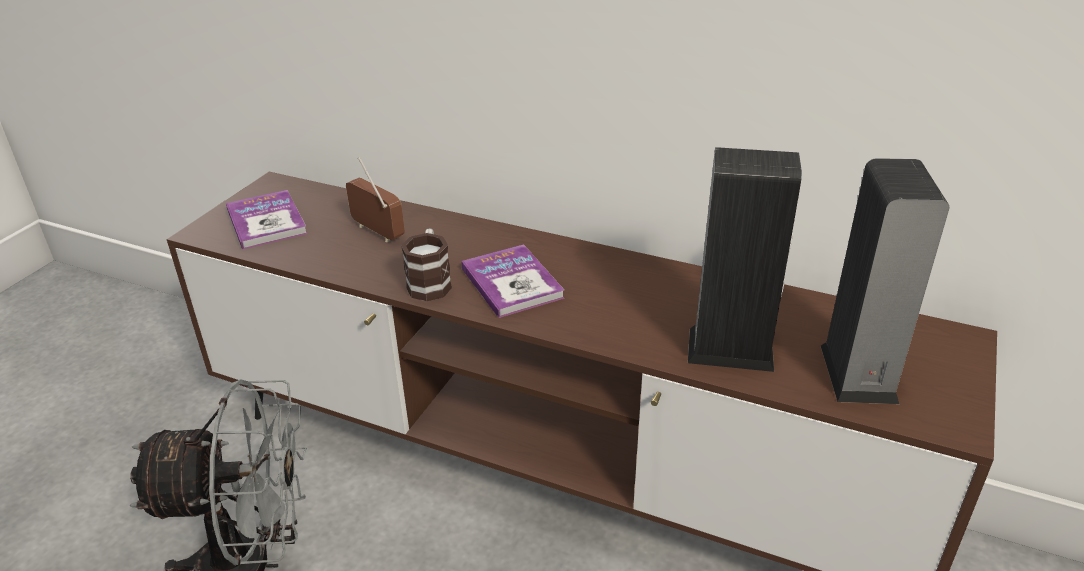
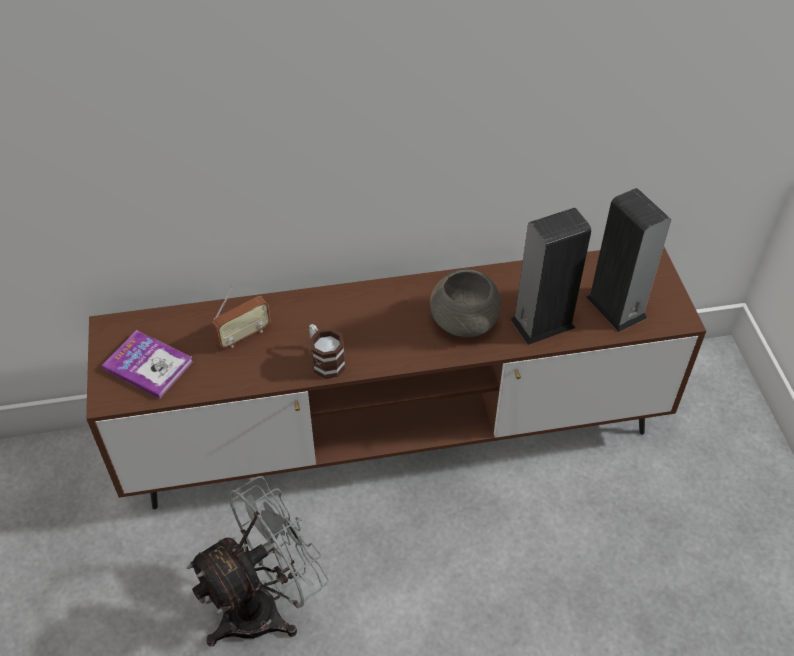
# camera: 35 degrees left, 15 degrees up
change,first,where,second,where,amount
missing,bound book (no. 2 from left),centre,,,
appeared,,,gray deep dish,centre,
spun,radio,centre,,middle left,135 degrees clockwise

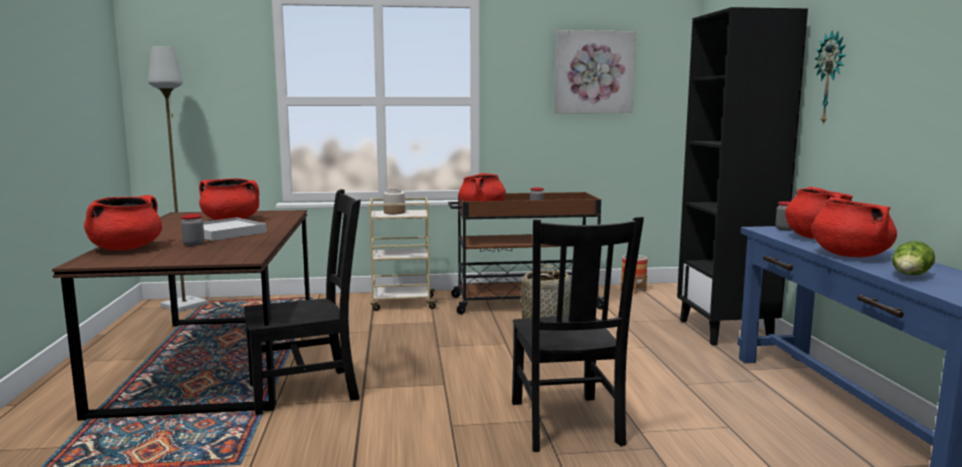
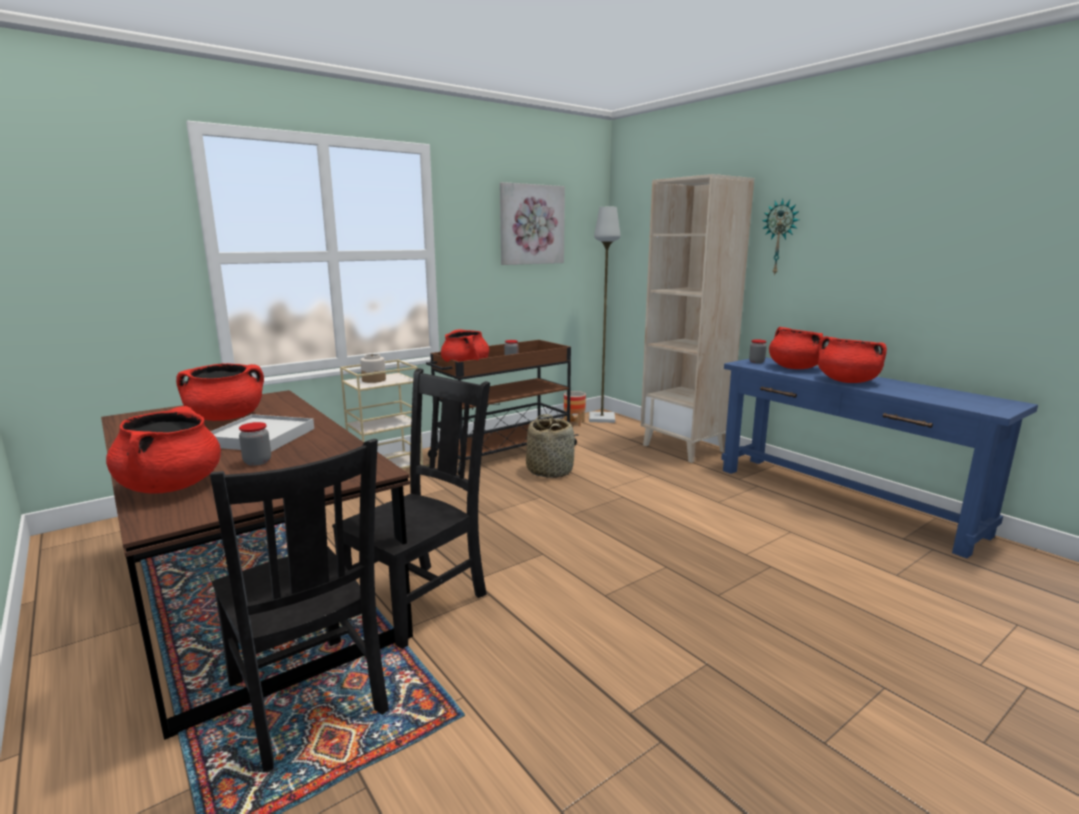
# camera: 30 degrees left, 5 degrees up
change,first,where,second,where,amount
missing,lettuce head,middle right,,,
relocated,gray floor lamp,middle left,,centre,
relocated,blackish chair (no. 2 from left in the first image),bottom centre,blackish chair (no. 1 from left),bottom left,
colour,blackish shelving unit,middle right,beige-coloured shelving unit,centre,

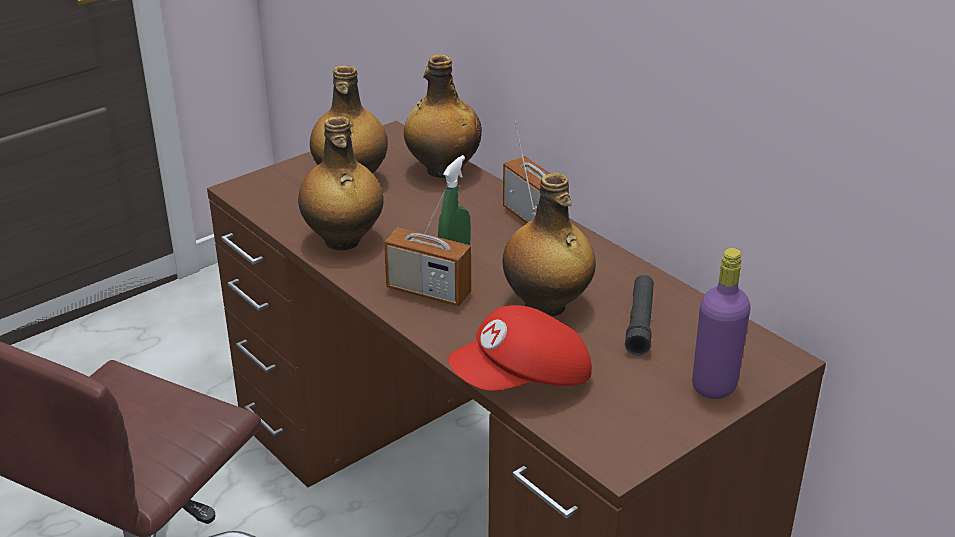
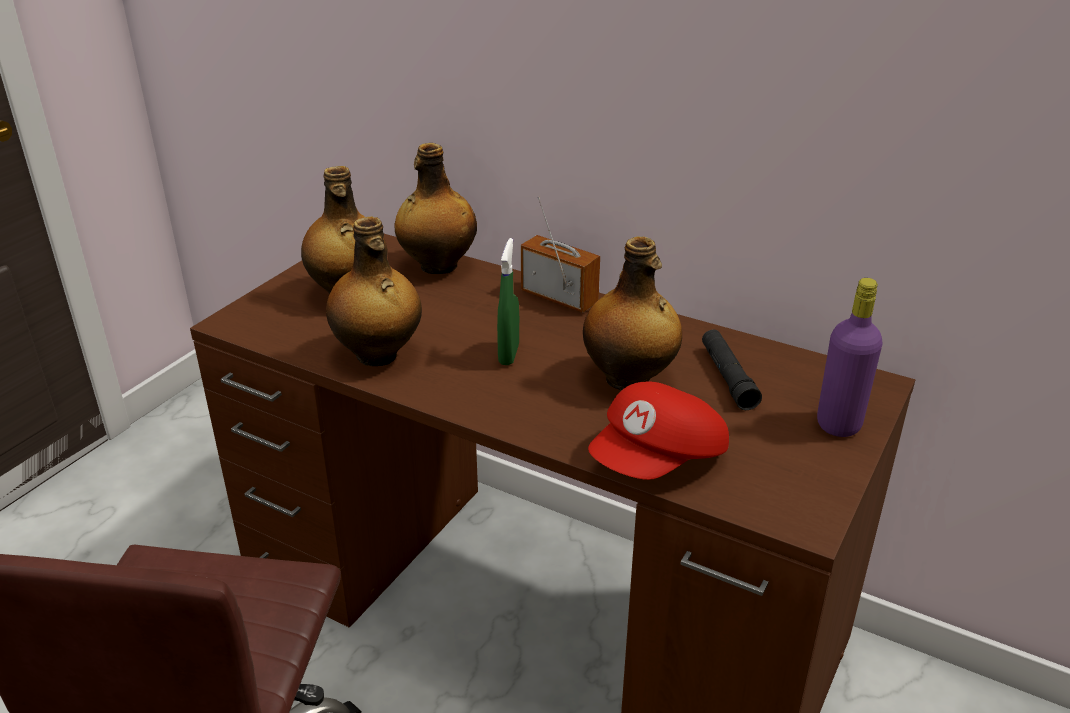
# camera: 20 degrees left, 0 degrees up
change,first,where,second,where,amount
missing,radio (no. 1 from left),centre,,,

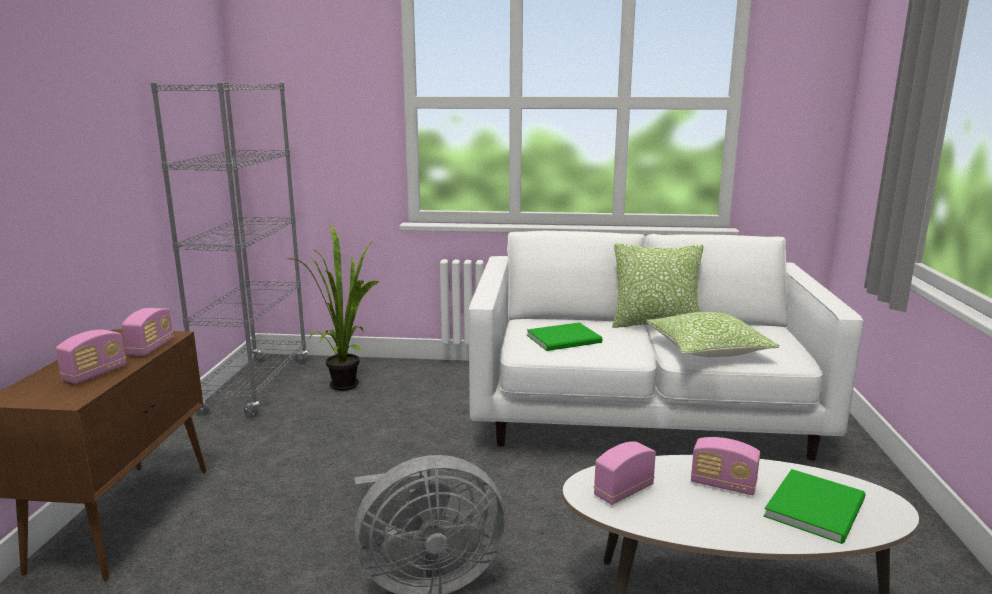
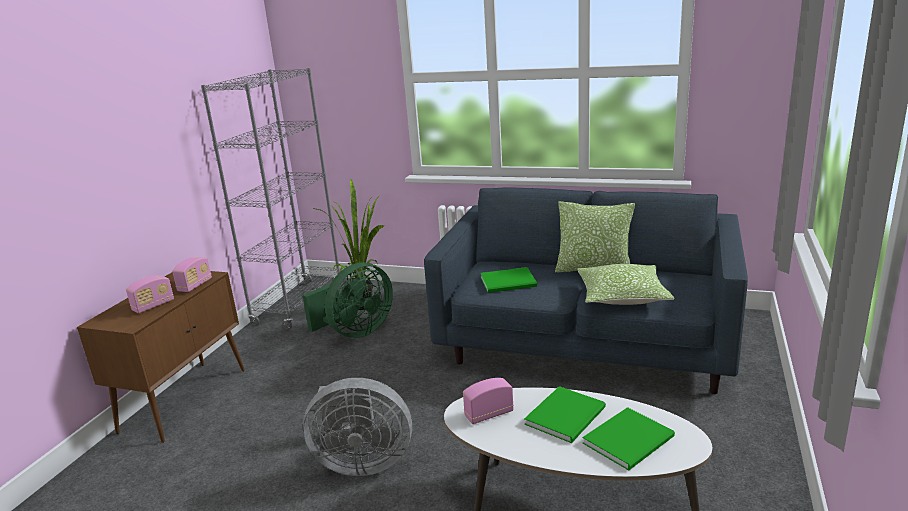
# camera: 15 degrees right, 5 degrees up
change,first,where,second,where,amount
appeared,,,green-coloured fan,centre,
exchanged,radio (no. 4 from left),bottom right,green-coloured bound book (no. 2 from left),bottom centre,
colour,white settee,middle right,bluish settee,centre,

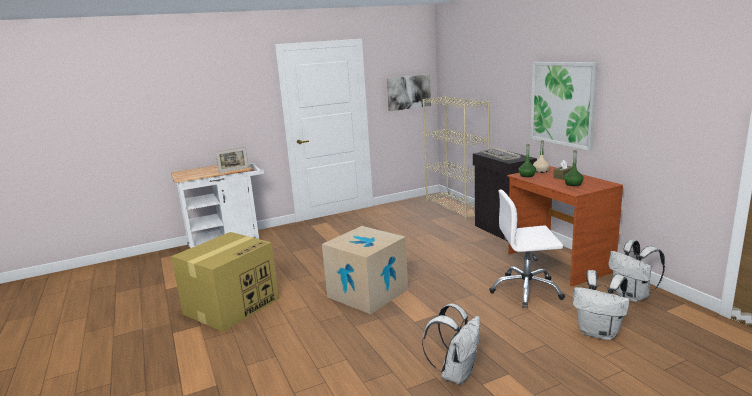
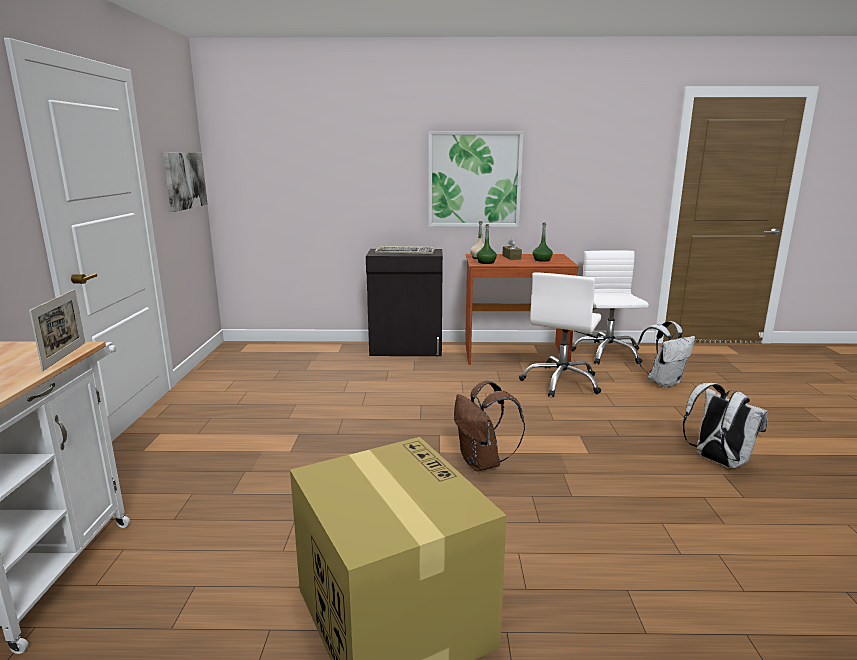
# camera: 65 degrees left, 0 degrees up
change,first,where,second,where,amount
missing,beige-coloured shelving unit,centre,,,
exchanged,carton (no. 2 from left),bottom centre,brown backpack,centre,
exchanged,white backpack (no. 3 from left),bottom right,white office chair (no. 2 from left),middle right,

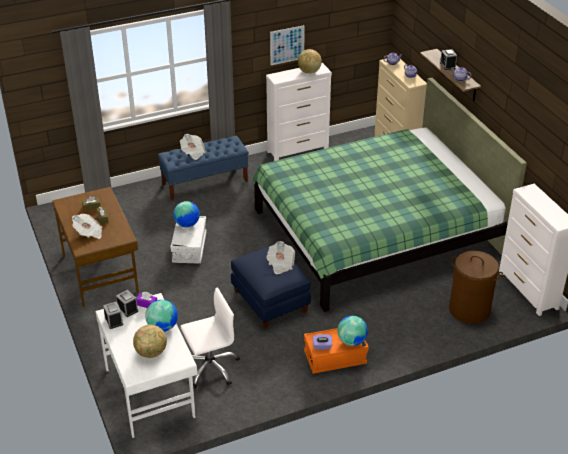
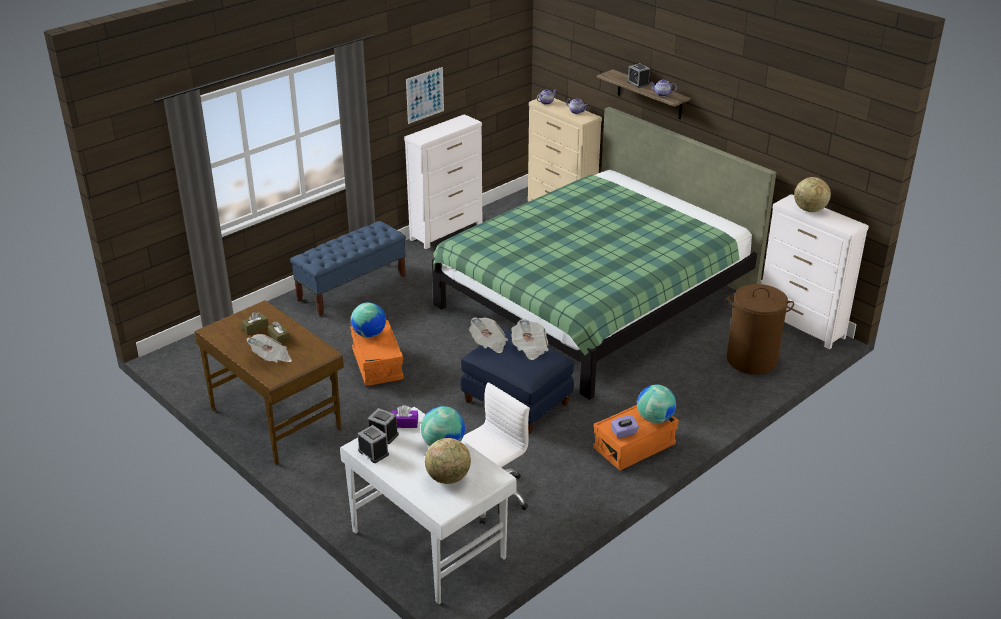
# camera: 20 degrees left, 5 degrees down
change,first,where,second,where,amount
relocated,daily paper (no. 2 from left),top centre,,centre,
relocated,desk globe (no. 4 from left in the first image),top centre,desk globe (no. 5 from left),top right,
colour,white storage bin,middle left,orange-coloured storage bin (no. 1 from left),centre,

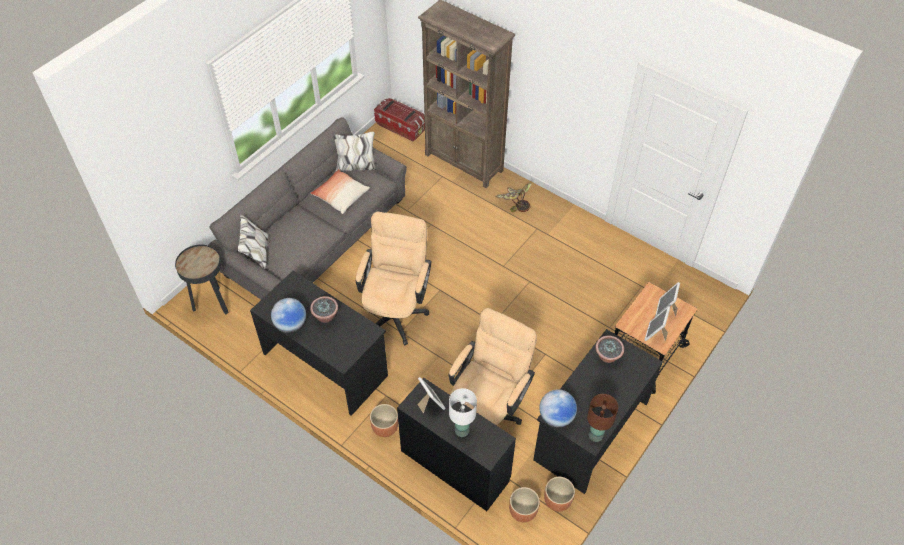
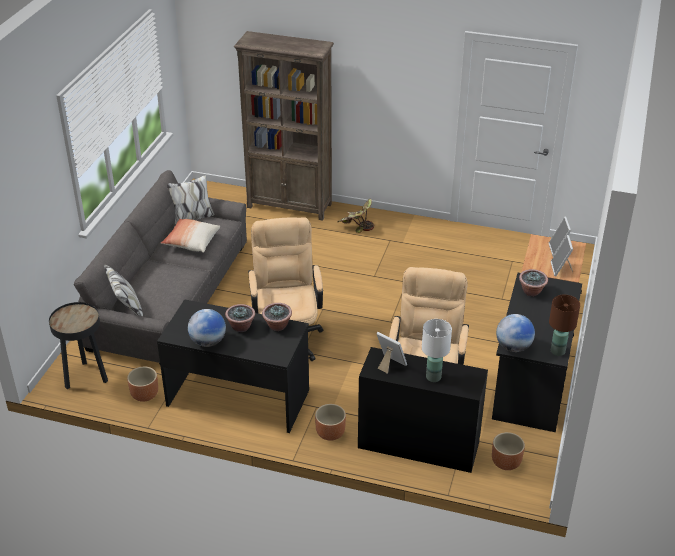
# camera: 20 degrees left, 15 degrees down
change,first,where,second,where,amount
missing,storage bin,top centre,,,
appeared,,,plant in a pot (no. 2 from left),centre,
relocated,brown planter (no. 3 from left in the first image),bottom centre,brown planter (no. 1 from left),bottom left,

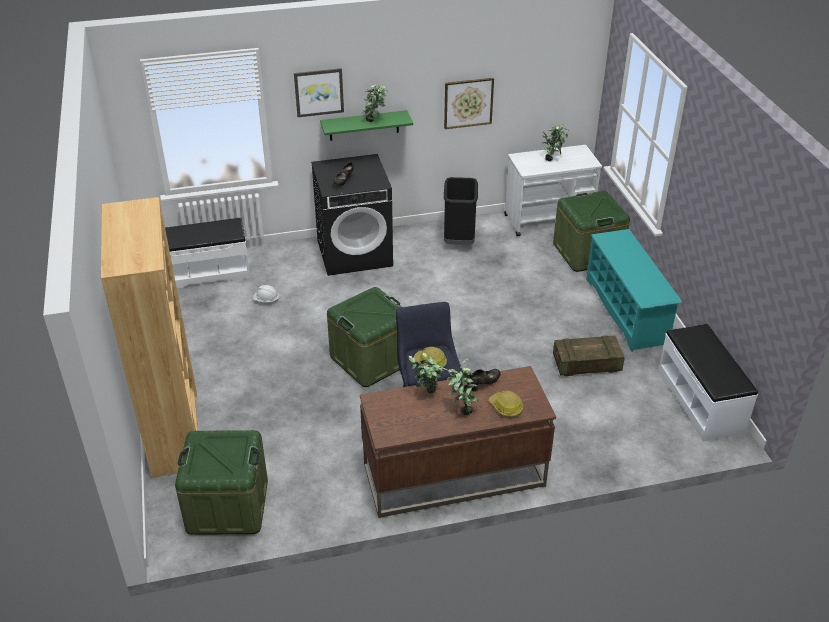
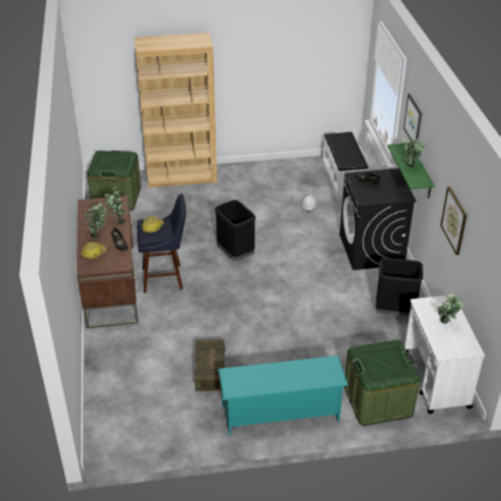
# camera: 95 degrees right, 0 degrees up
change,first,where,second,where,amount
missing,white indoor bench (no. 2 from left),middle right,,,
exchanged,green-coloured storage bin (no. 2 from left),centre,blackish trash can (no. 1 from left),centre,

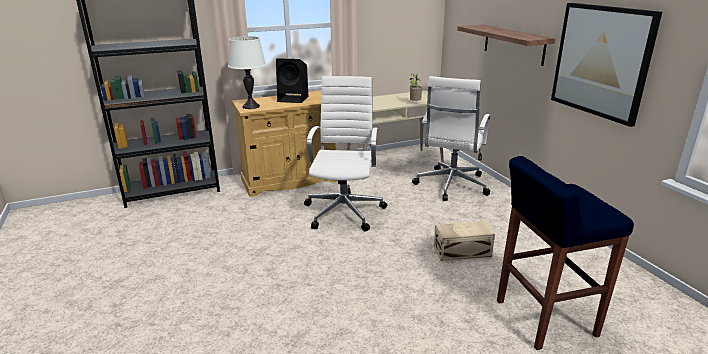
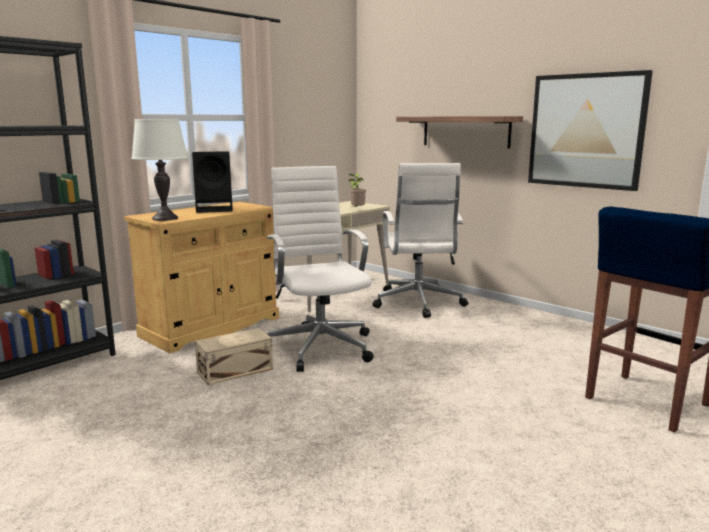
# camera: 25 degrees left, 10 degrees down
change,first,where,second,where,amount
relocated,beige-coloured storage bin,bottom centre,,bottom left,

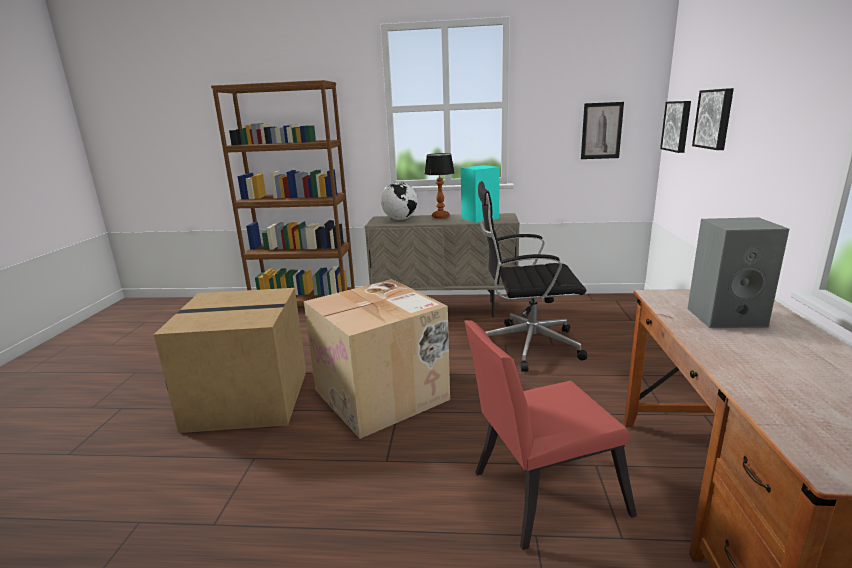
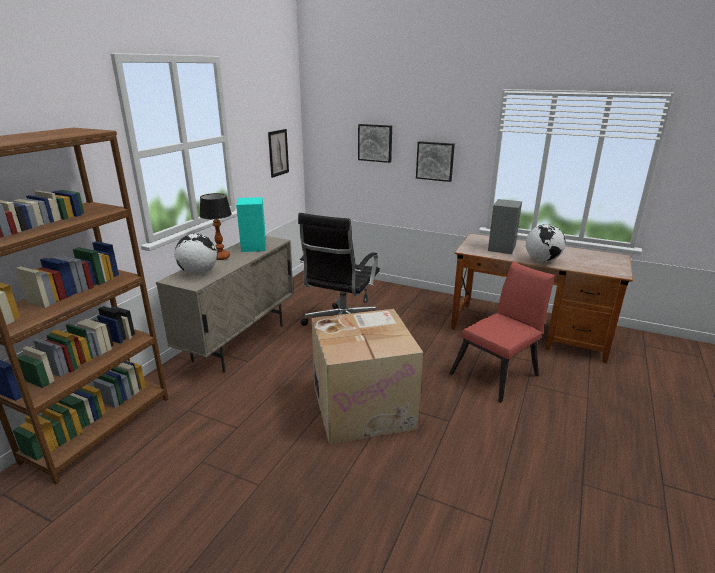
# camera: 70 degrees left, 5 degrees up
change,first,where,second,where,amount
missing,carton (no. 1 from left),middle left,,,
appeared,,,desk globe (no. 2 from left),middle right,
relocated,wall art (no. 2 from left in the first image),top right,wall art (no. 3 from left),top centre,
spun,red-coloured chair,bottom centre,,middle right,135 degrees counterclockwise

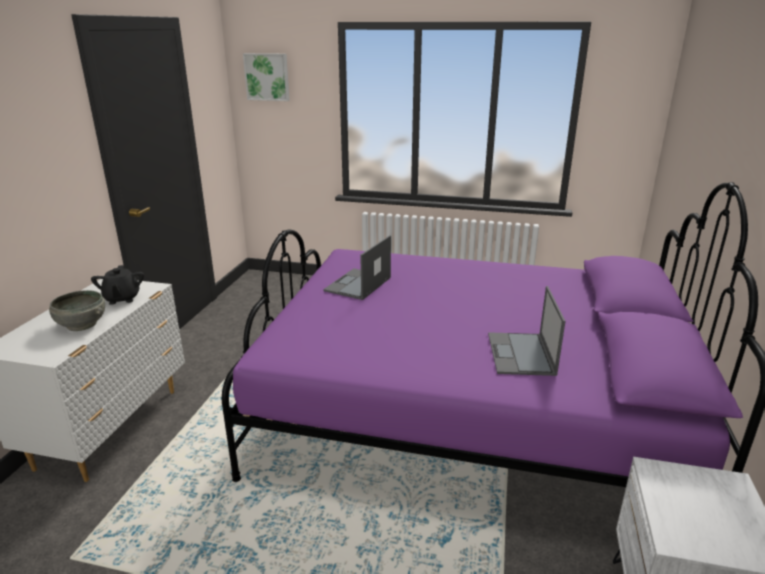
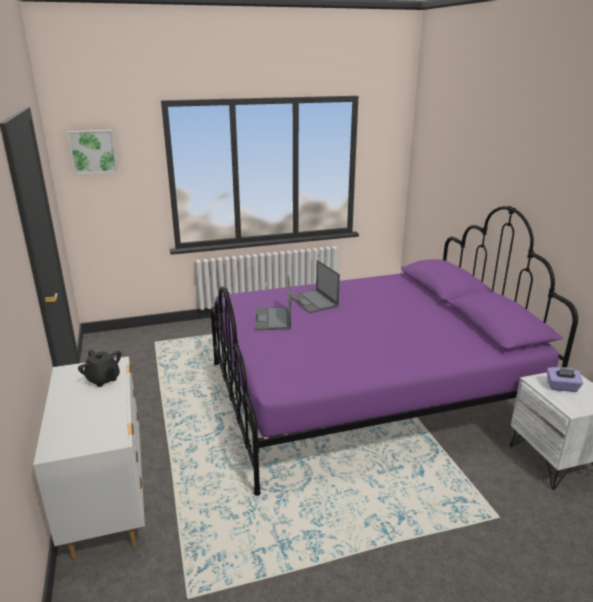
# camera: 30 degrees left, 0 degrees up
change,first,where,second,where,amount
missing,gray deep dish,middle left,,,
appeared,,,purplish tissue holder,middle right,
relocated,notebook computer (no. 2 from left),middle right,,centre,

